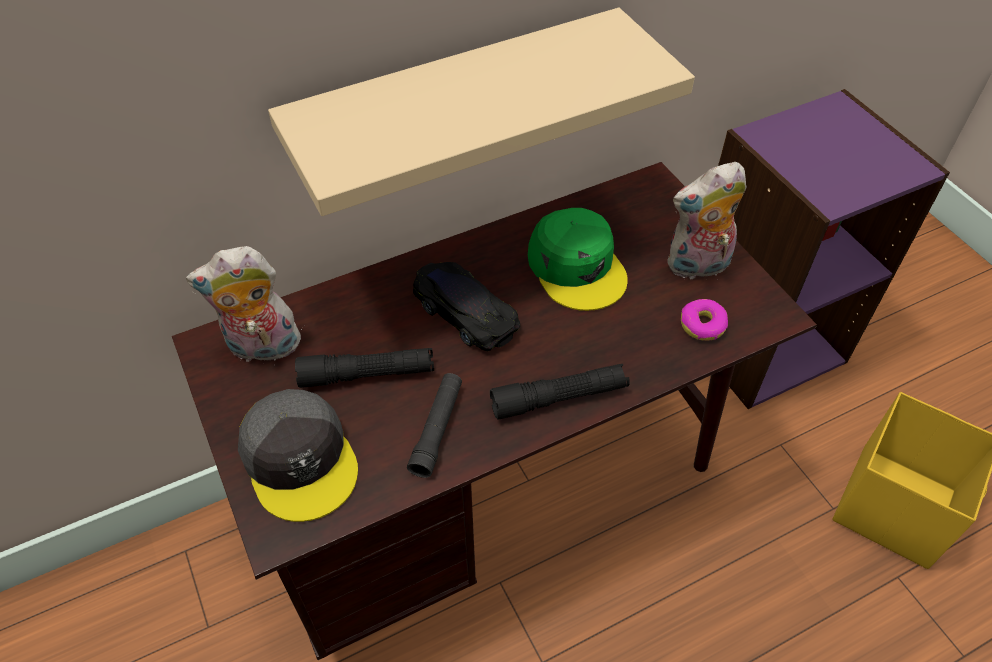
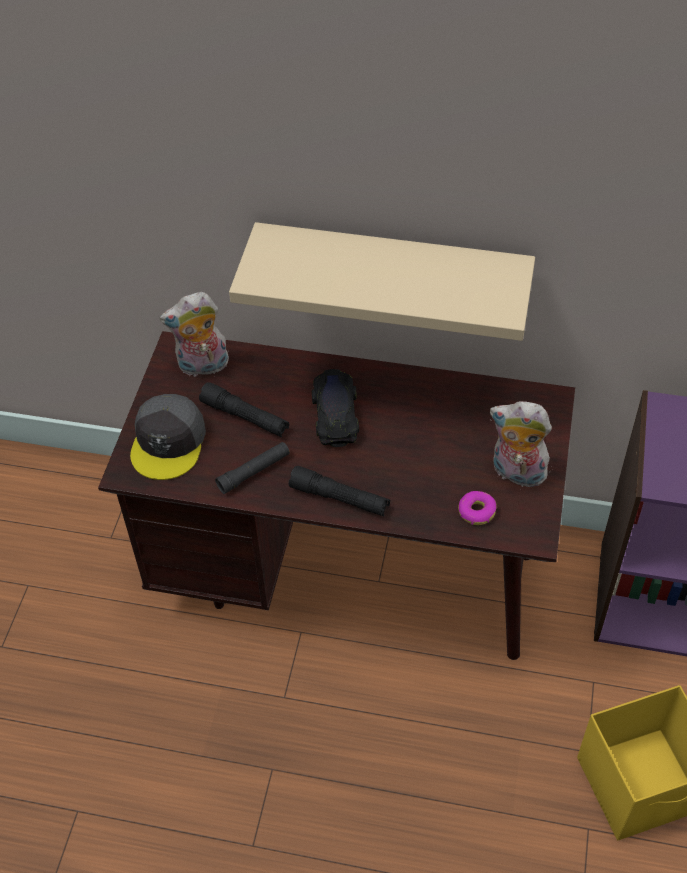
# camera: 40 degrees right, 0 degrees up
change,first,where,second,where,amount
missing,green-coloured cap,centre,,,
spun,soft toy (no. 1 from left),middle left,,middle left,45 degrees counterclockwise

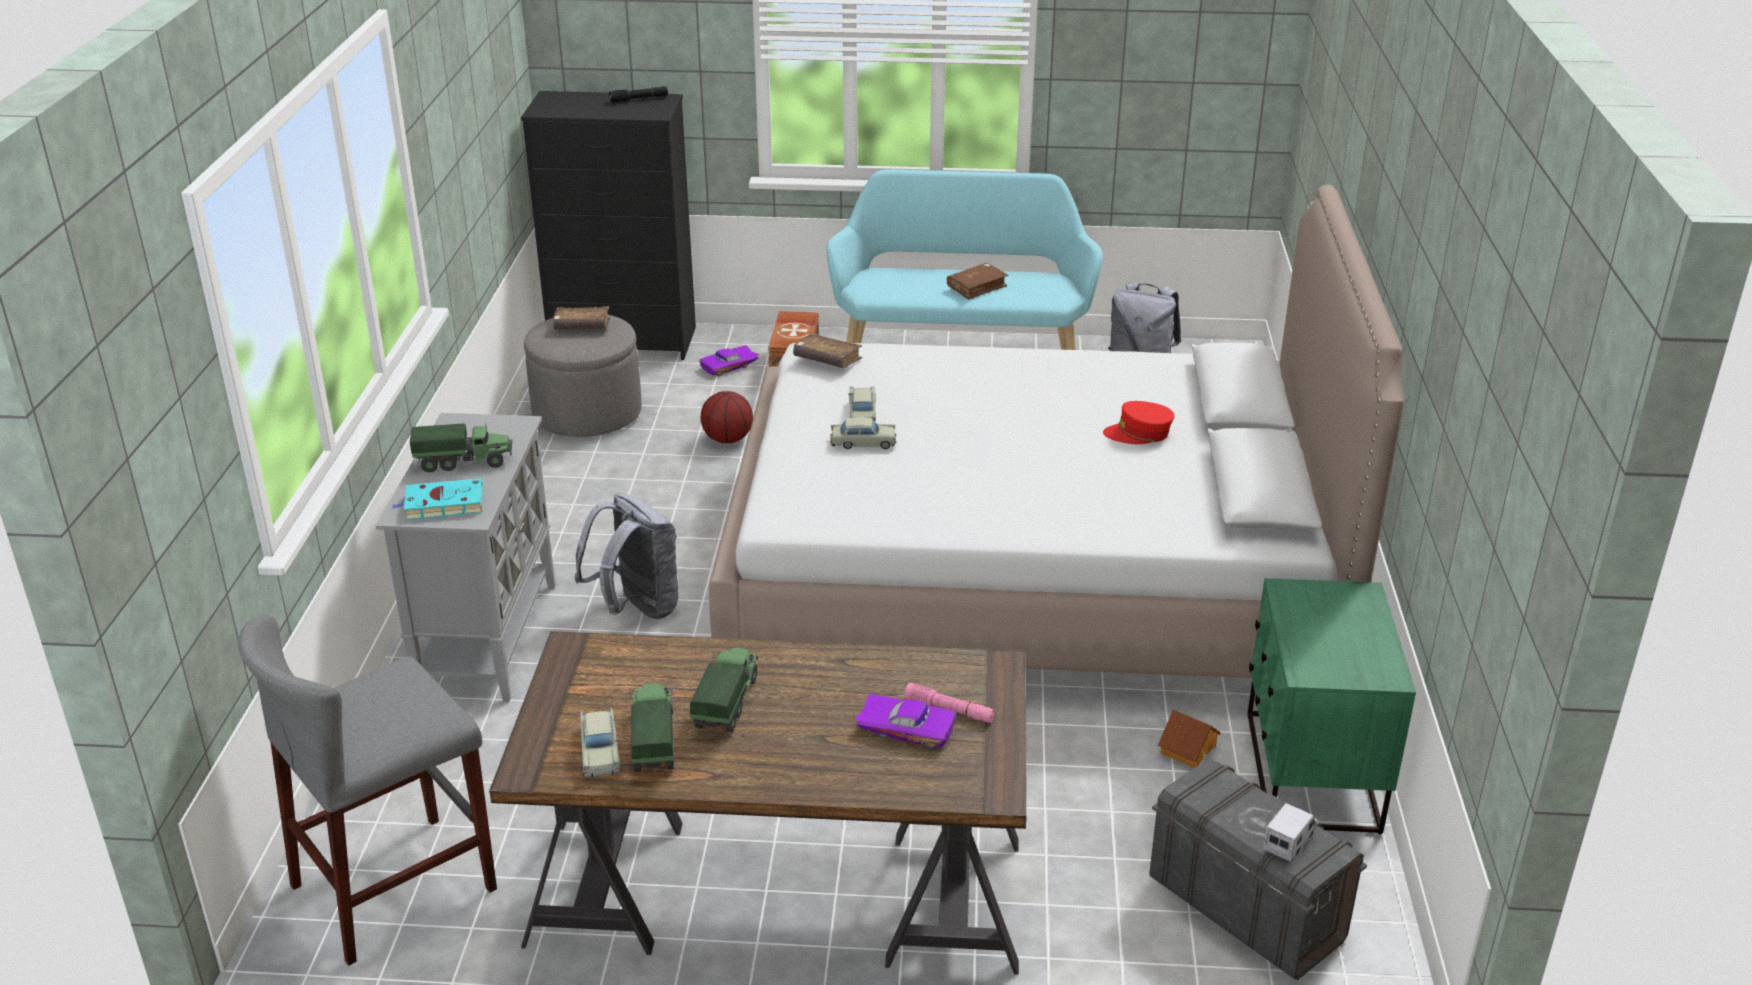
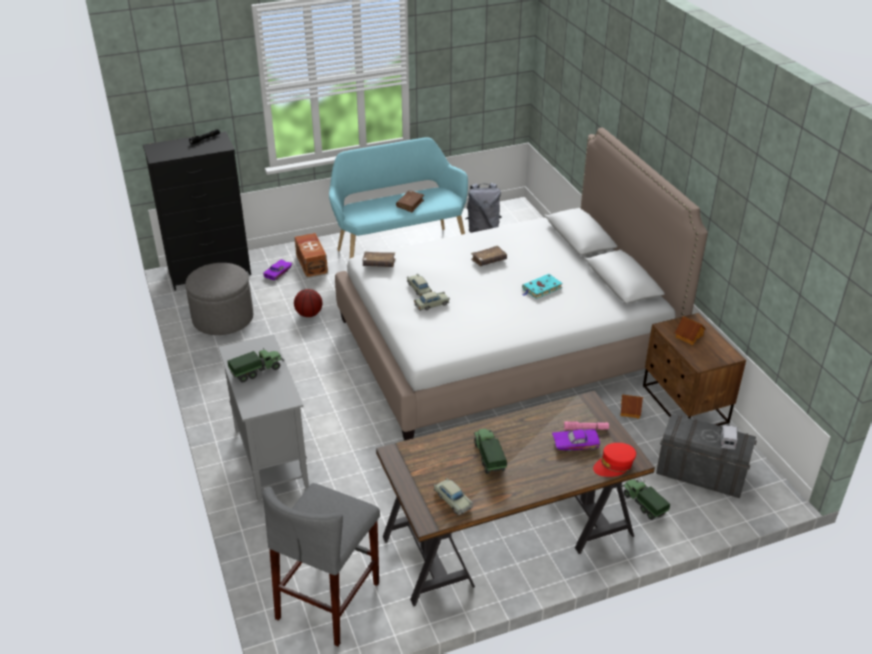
# camera: 25 degrees left, 5 degrees up
change,first,where,second,where,amount
missing,gray backpack (no. 1 from left),centre,,,
appeared,,,miniature house (no. 2 from left),middle right,
relocated,blue-green bound book,middle left,,centre,
relocated,brown bound book (no. 1 from left in the first image),top left,brown bound book (no. 3 from left),centre,
relocated,toy truck (no. 2 from left in the first image),bottom centre,toy truck (no. 3 from left),bottom right,
relocated,red-coloured cap,centre,,bottom right,
colour,green-coloured night table,bottom right,brown night table,middle right,

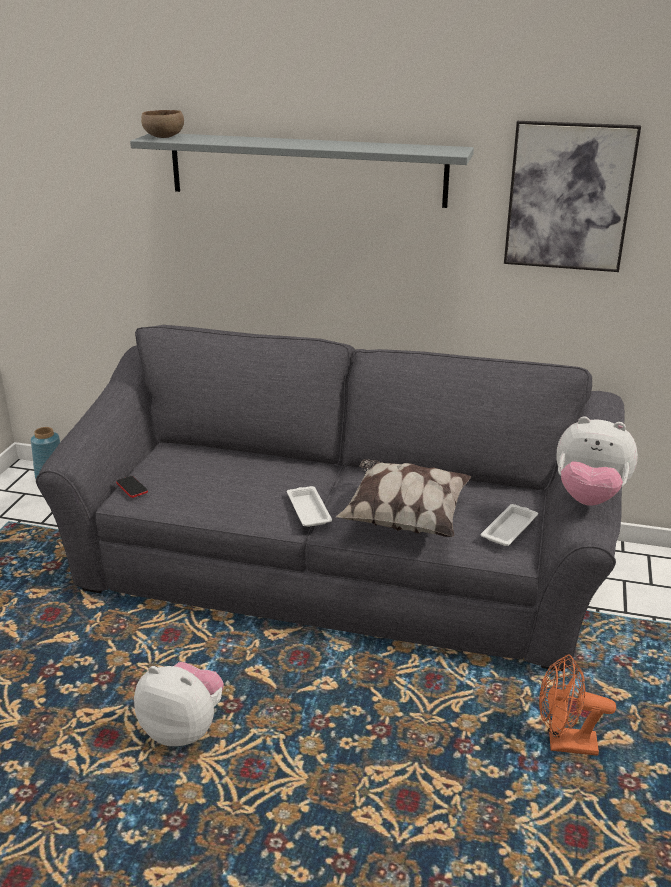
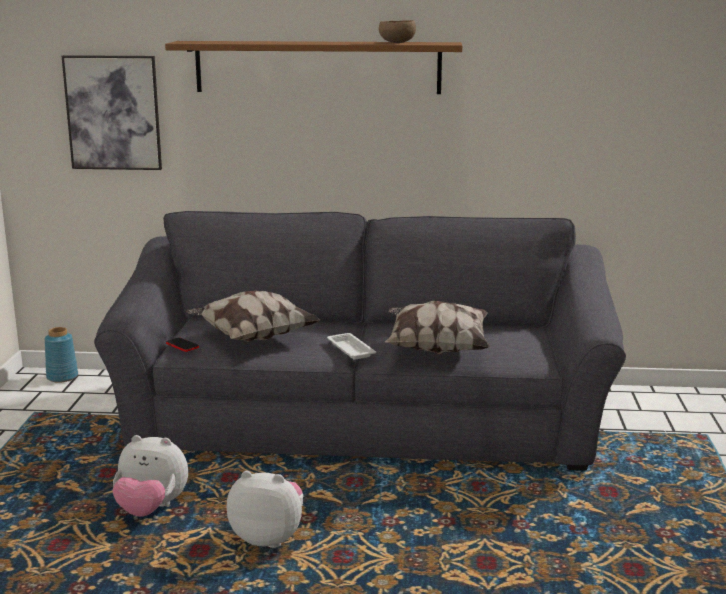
# camera: 10 degrees left, 10 degrees down
change,first,where,second,where,amount
missing,white tray (no. 2 from left),middle right,,,
missing,orange-coloured fan,bottom right,,,
appeared,,,pillow (no. 1 from left),centre,
relocated,brown deep dish,top left,,top centre,
relocated,wall art,top right,,top left,
relocated,soft toy (no. 2 from left in the first image),middle right,soft toy (no. 1 from left),bottom left,
colour,gray shelf,top centre,brown shelf,top centre,

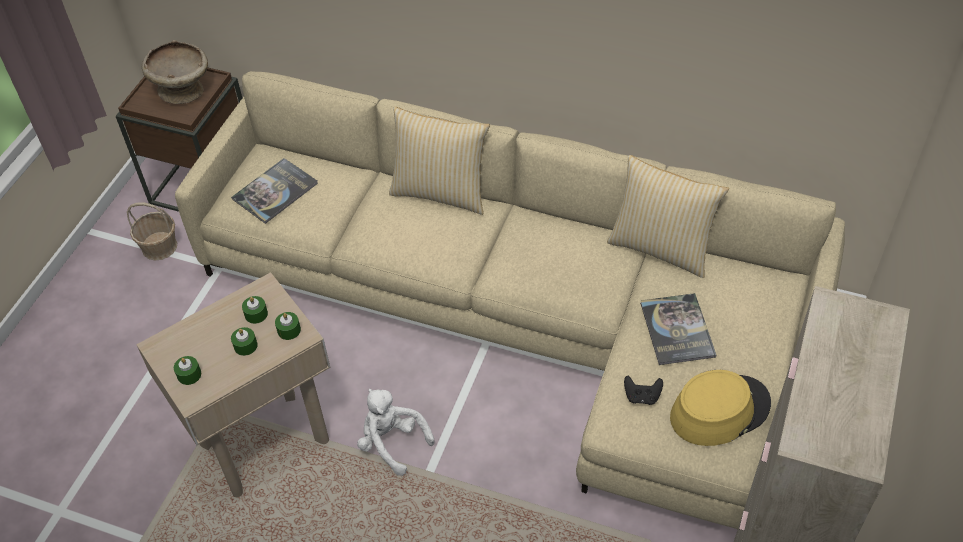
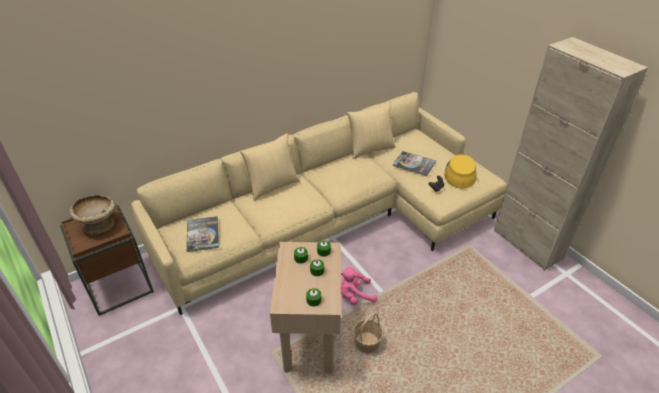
# camera: 55 degrees left, 10 degrees down
change,first,where,second,where,amount
relocated,household basket,middle left,,bottom centre,
colour,white soft toy,bottom centre,pink-coloured soft toy,bottom centre,

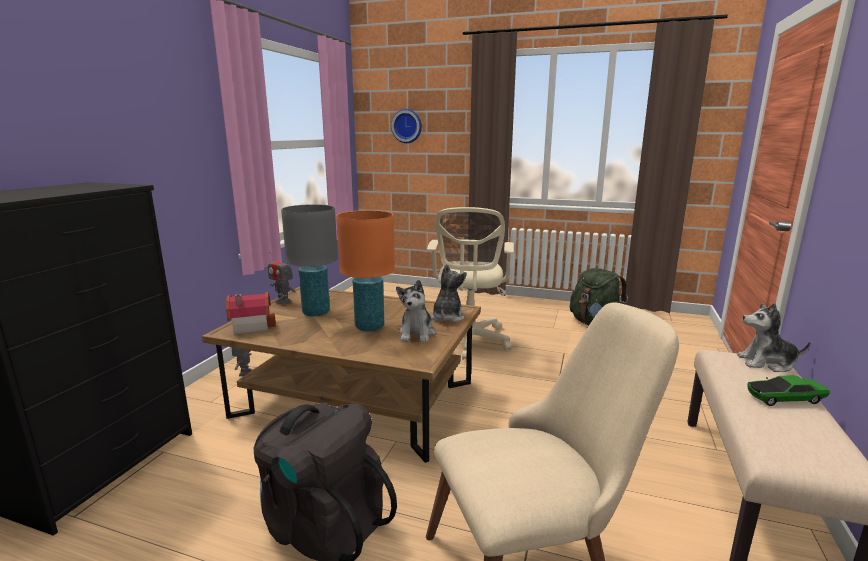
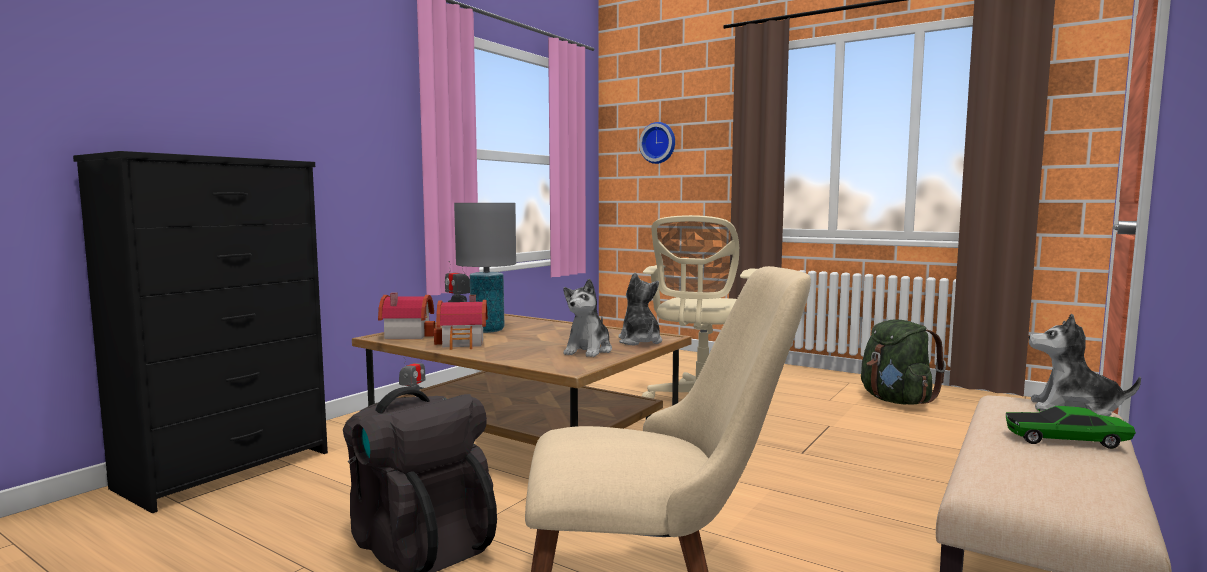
# camera: 15 degrees right, 10 degrees down
change,first,where,second,where,amount
missing,orange-coloured tabletop lamp,centre,,,
appeared,,,miniature house (no. 2 from left),centre,
spun,soft toy (no. 2 from left),centre,,centre,45 degrees counterclockwise

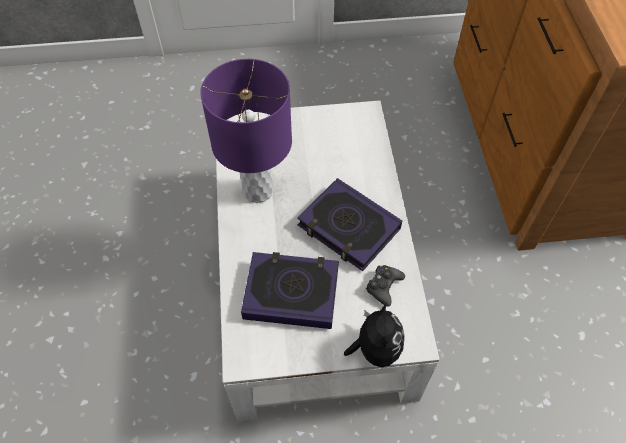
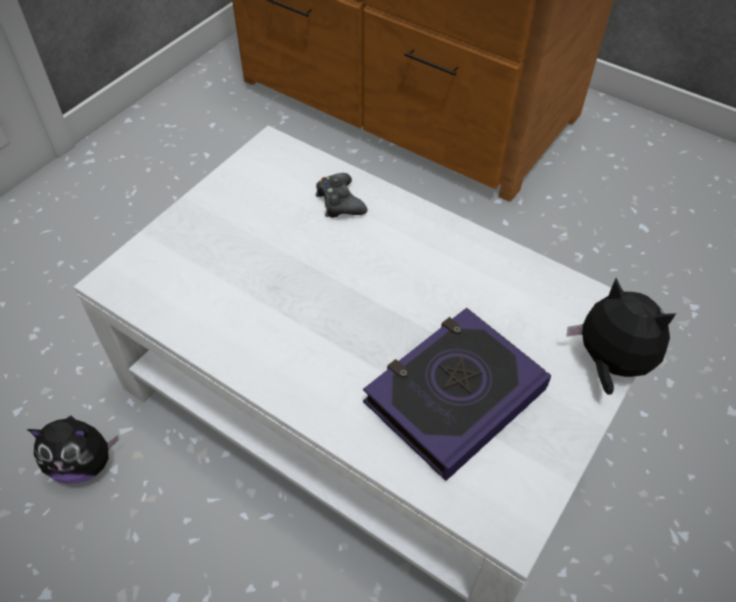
# camera: 50 degrees left, 5 degrees down
change,first,where,second,where,amount
missing,purplish tabletop lamp,top centre,,,
missing,bound book (no. 2 from left),centre,,,
appeared,,,soft toy (no. 1 from left),bottom left,
relocated,blackish gamepad,centre,,top centre,

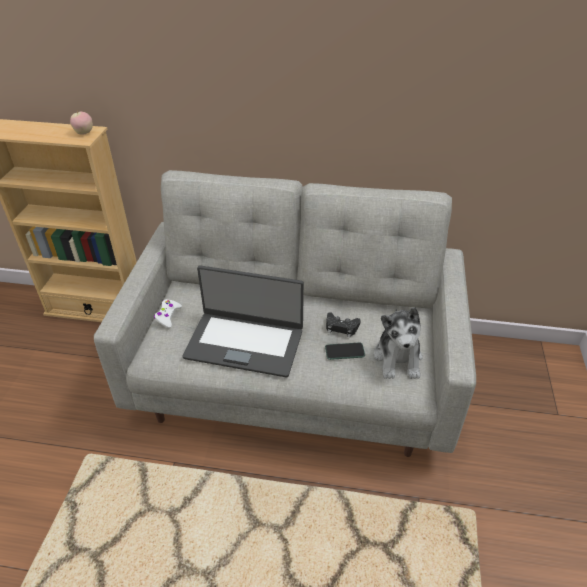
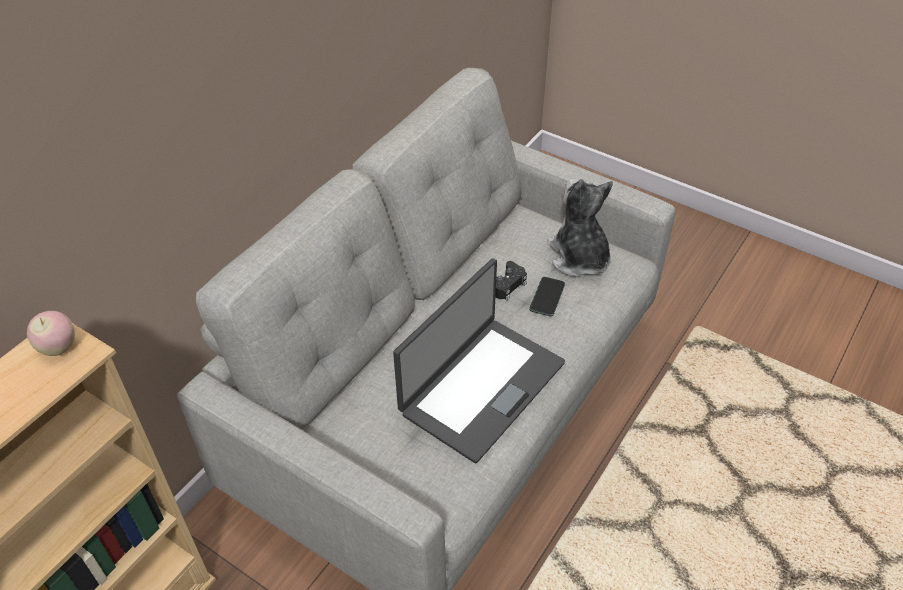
# camera: 65 degrees left, 5 degrees up
change,first,where,second,where,amount
missing,white gamepad,middle left,,,
spun,soft toy,middle right,,centre,135 degrees counterclockwise

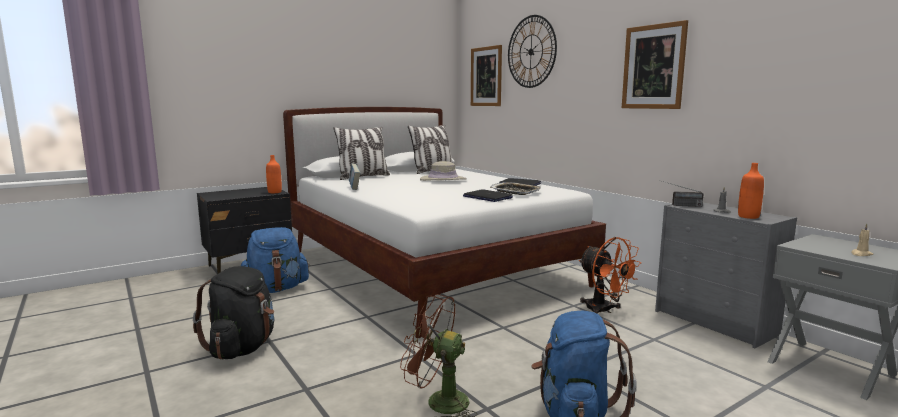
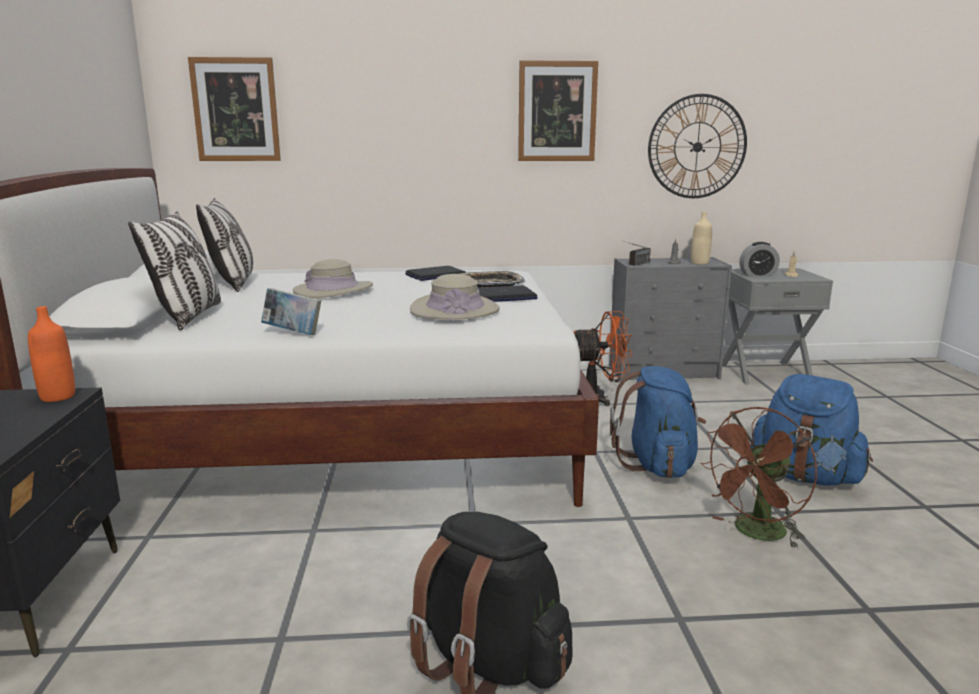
# camera: 60 degrees left, 5 degrees up
change,first,where,second,where,amount
appeared,,,beige-coloured clothing hat (no. 2 from left),centre,
appeared,,,bedside clock,middle right,
relocated,bluish backpack (no. 1 from left),middle left,,middle right,
relocated,clock on the wall,top centre,,top right,
colour,orange-coloured bottle (no. 2 from left),middle right,beige-coloured bottle,middle right,

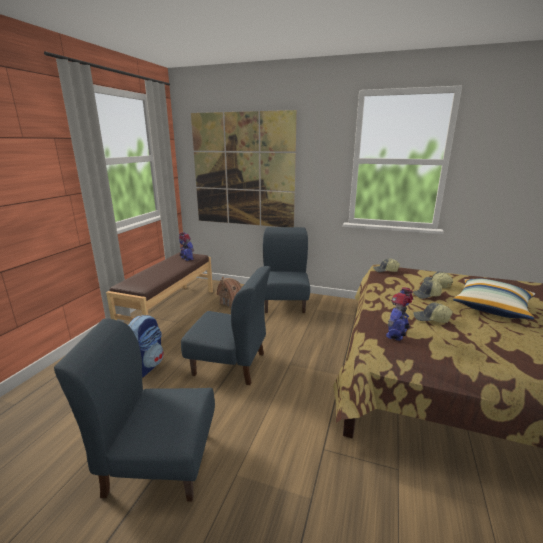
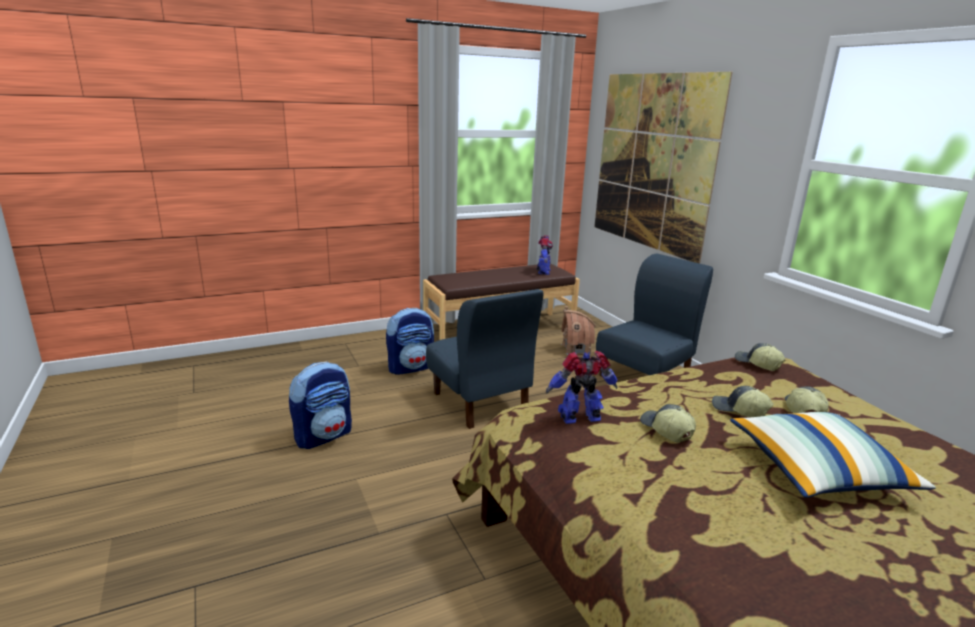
# camera: 45 degrees right, 0 degrees up
change,first,where,second,where,amount
exchanged,bluish chair (no. 1 from left),bottom left,backpack (no. 1 from left),middle left,

